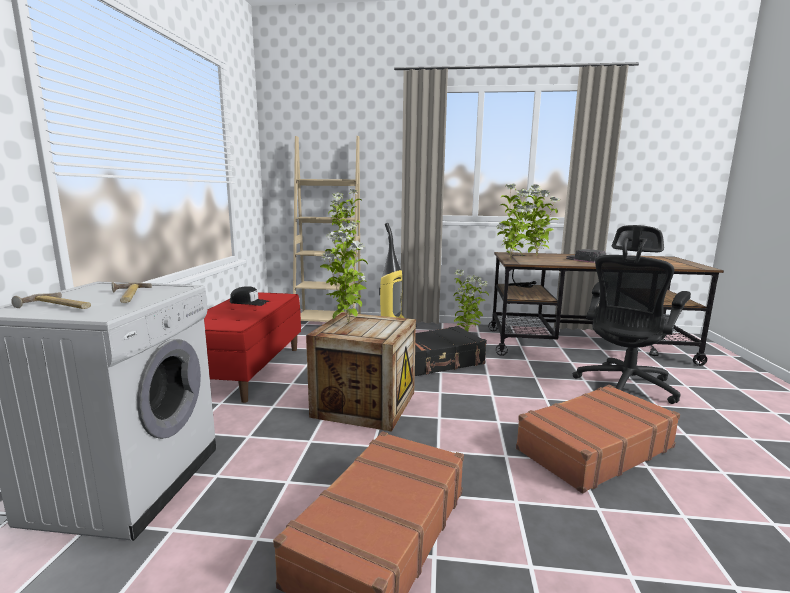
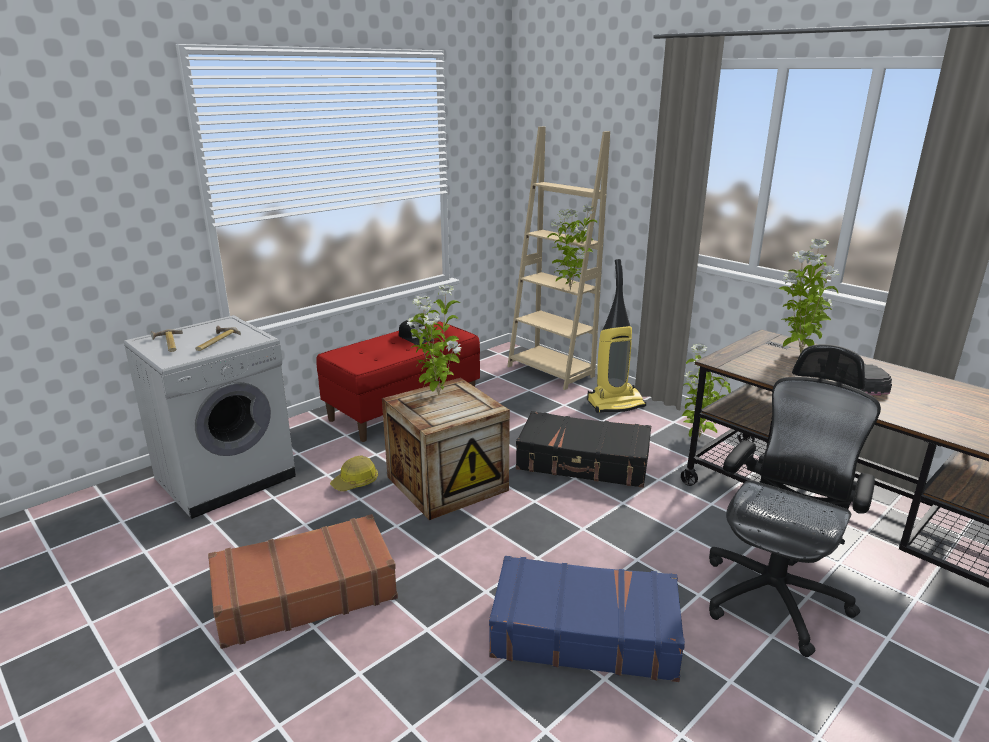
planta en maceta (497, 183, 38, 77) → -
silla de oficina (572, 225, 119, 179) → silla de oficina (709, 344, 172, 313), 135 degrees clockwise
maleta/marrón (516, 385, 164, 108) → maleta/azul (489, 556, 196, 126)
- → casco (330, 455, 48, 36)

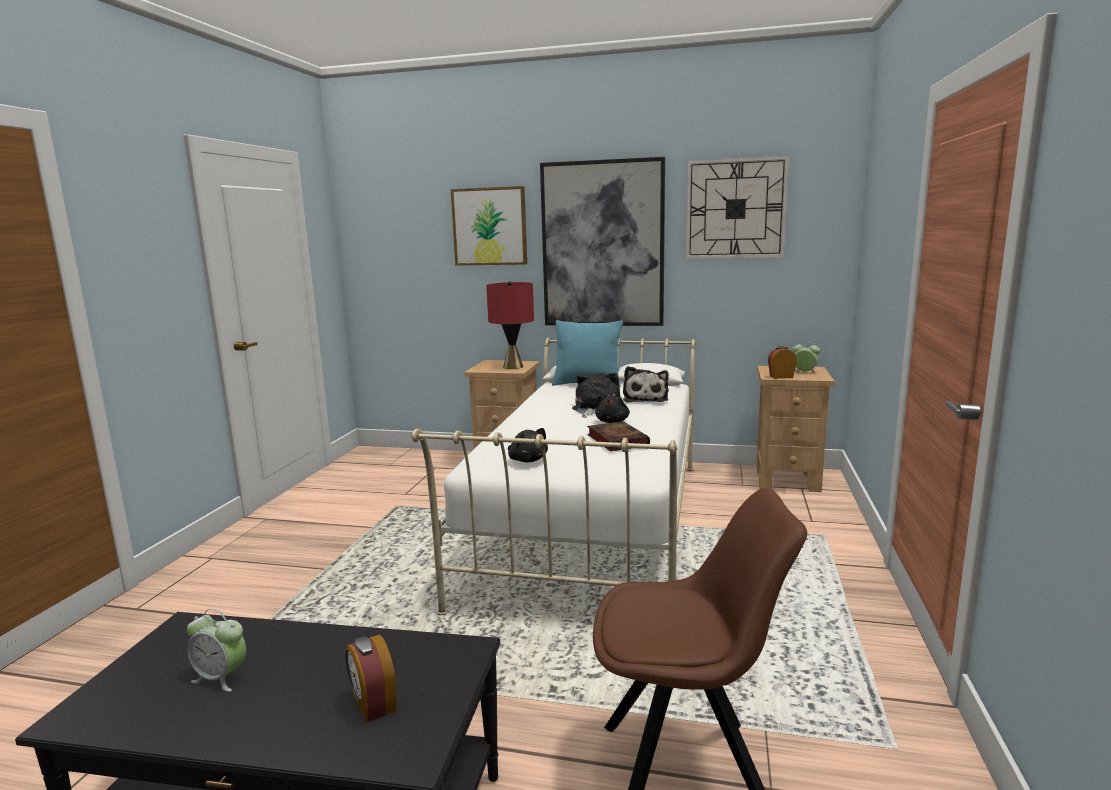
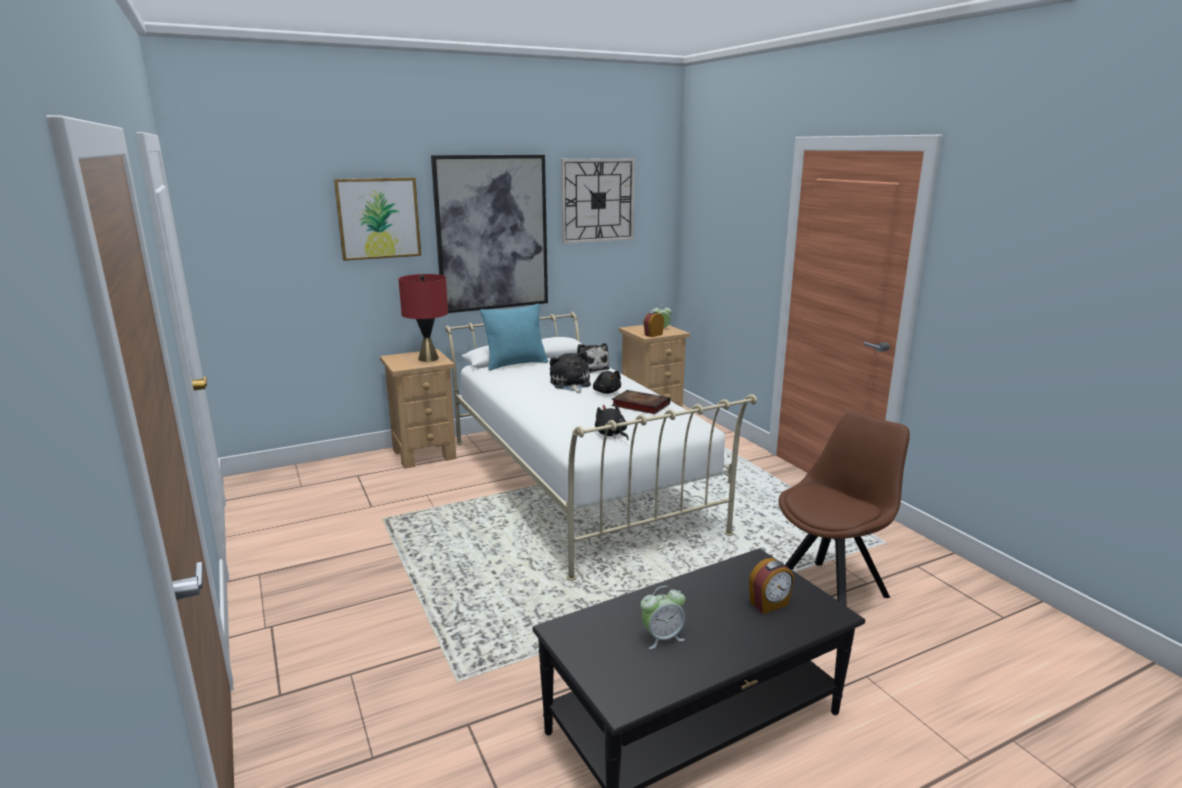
peluche/negro (508, 428, 40, 34) → peluche/negro (595, 403, 33, 37), 135 degrees counterclockwise
despertador (345, 634, 52, 89) → despertador (749, 558, 45, 56), 45 degrees counterclockwise

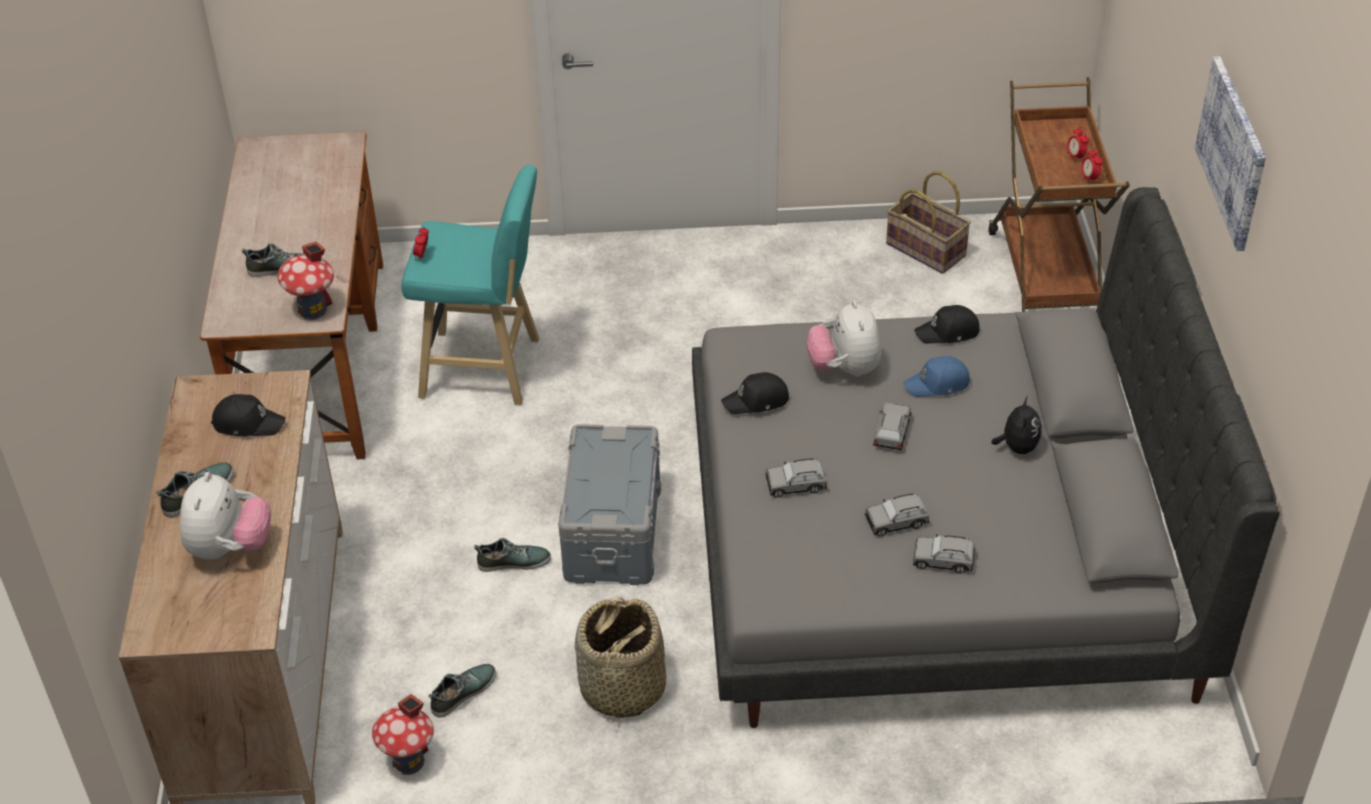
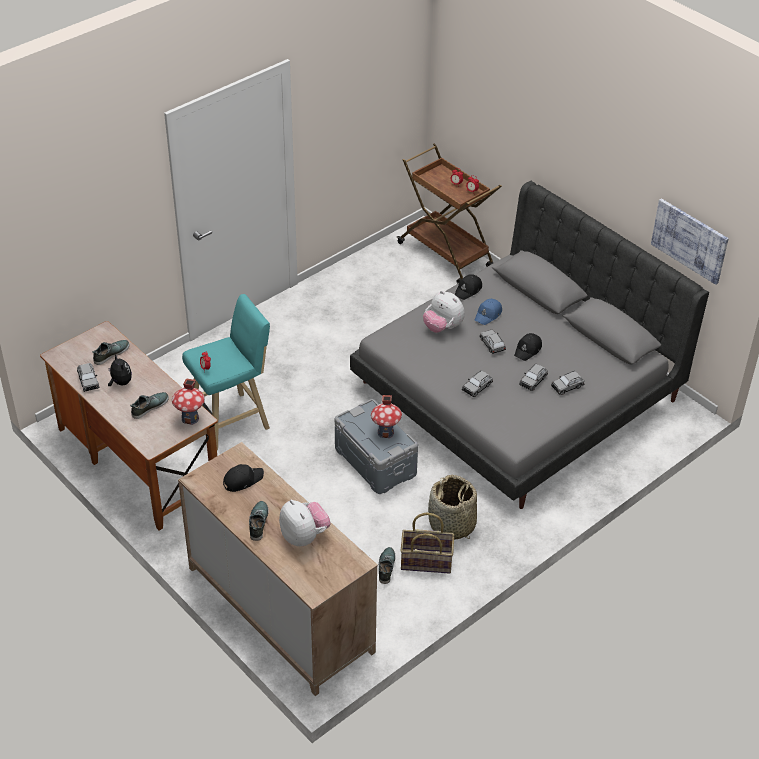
cuadro (1195, 57, 71, 194) → cuadro (651, 198, 78, 87), relocated
cesta (886, 171, 85, 103) → cesta (401, 513, 53, 61), relocated
gorra/negro (721, 372, 68, 42) → gorra/negro (514, 333, 28, 28), relocated
peluche (991, 396, 51, 58) → peluche (108, 354, 24, 32), relocated
zapato (474, 538, 77, 34) → zapato (92, 340, 38, 25), relocated
casita (372, 694, 62, 81) → casita (371, 395, 31, 43), relocated
- → coche de juguete/gris (77, 363, 22, 29)

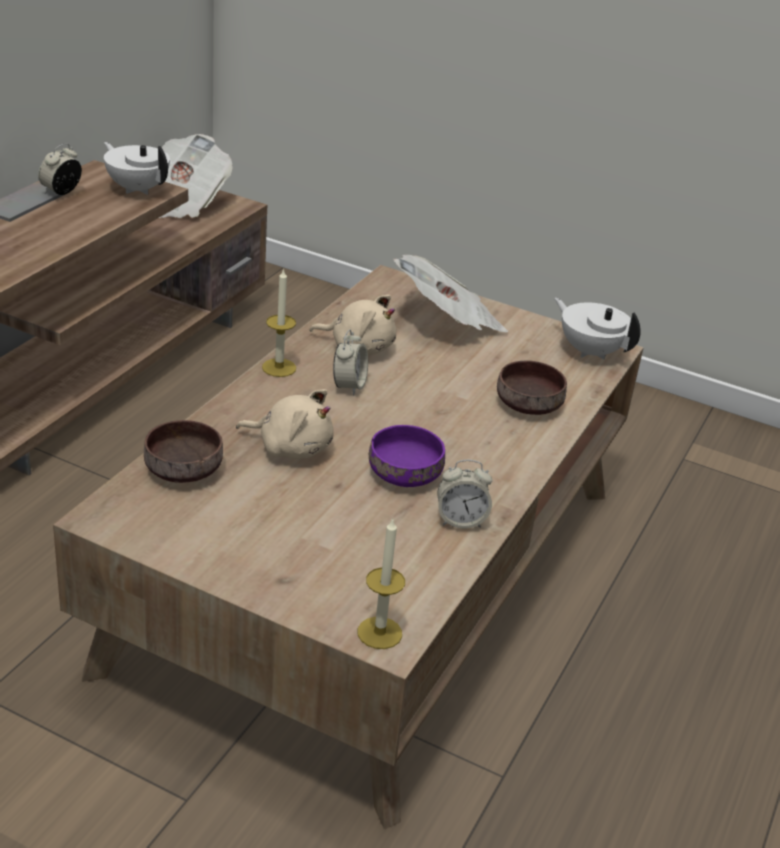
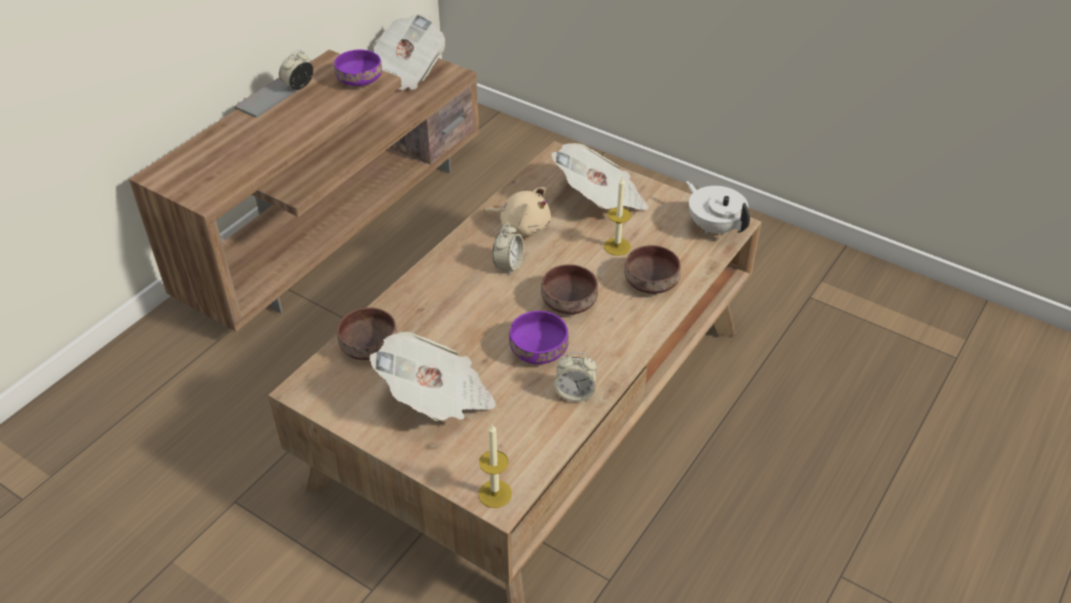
tetera/blanco (104, 142, 66, 53) → cuenco/morado (334, 49, 48, 37)
vela (262, 268, 34, 109) → vela (604, 177, 27, 79), relocated
peluche/beis (236, 389, 98, 70) → -
- → cuenco/marrón (541, 264, 57, 50)
- → periódico (370, 332, 127, 90)

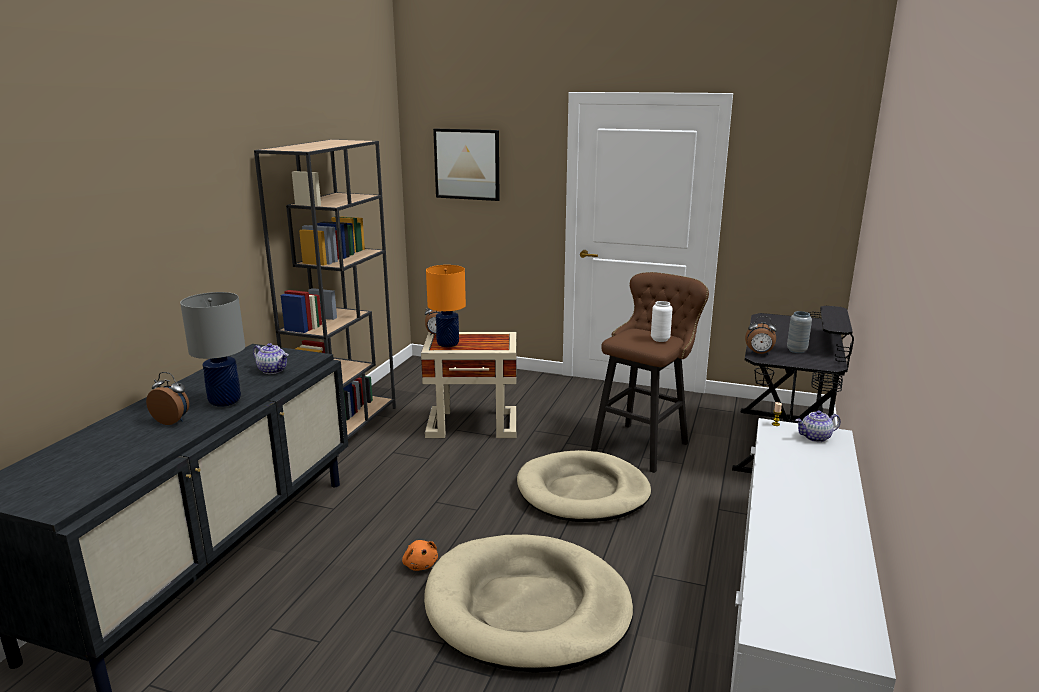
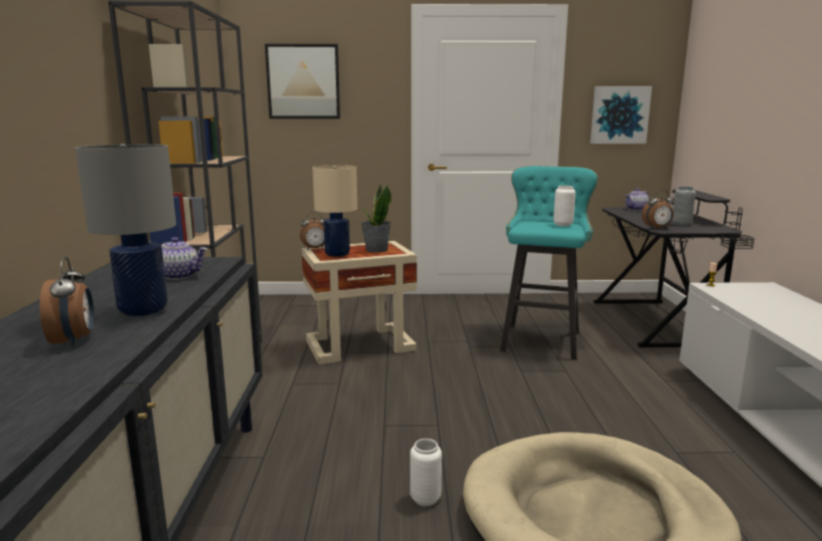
lámpara de mesa/naranja (426, 265, 40, 82) → lámpara de mesa/beis (312, 165, 45, 92)
taburete/marrón (591, 272, 118, 201) → taburete/turquesa (500, 166, 98, 194)
despertador (146, 372, 43, 53) → despertador (40, 257, 54, 90), 75 degrees clockwise
tetera (796, 410, 45, 32) → tetera (625, 188, 24, 22), relocated
cama para perro/beis (517, 450, 134, 72) → -
peluche/naranja (402, 540, 36, 31) → florero/blanco (410, 439, 32, 67)
- → cuadro (590, 86, 62, 58)
- → planta en maceta (361, 184, 31, 69)

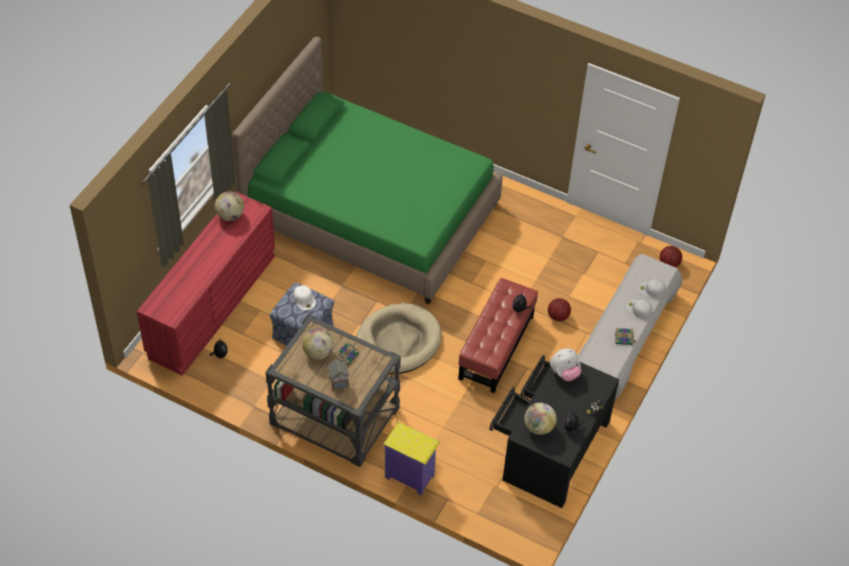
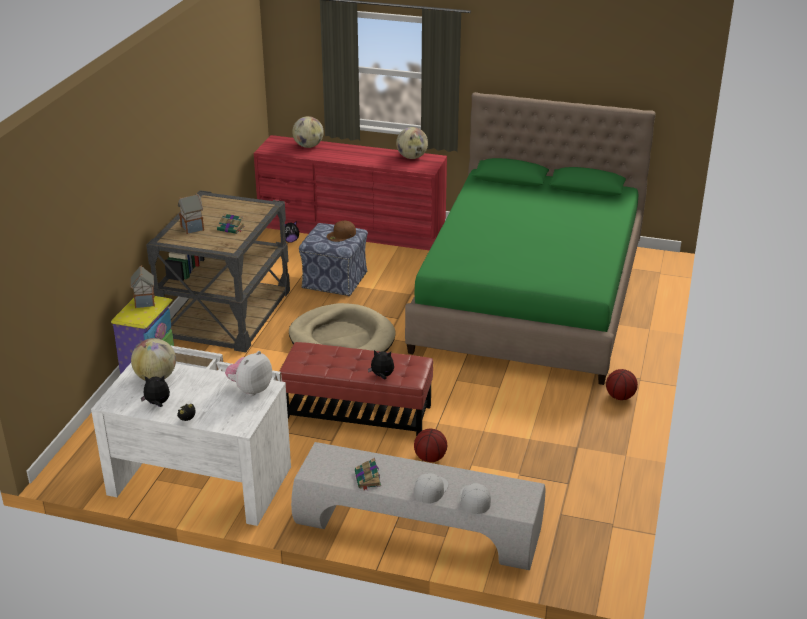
balón de baloncesto (660, 246, 22, 21) → balón de baloncesto (606, 369, 32, 31), relocated
gorra/blanco (293, 285, 23, 25) → gorra/marrón (327, 221, 29, 21)
globo terráqueo (302, 328, 32, 31) → globo terráqueo (292, 116, 32, 32), relocated
peluche (550, 348, 31, 33) → peluche (225, 351, 47, 45), 75 degrees clockwise
escritorio/negro (490, 355, 129, 153) → escritorio/blanco (91, 345, 200, 181)
- → casita (130, 265, 25, 43)

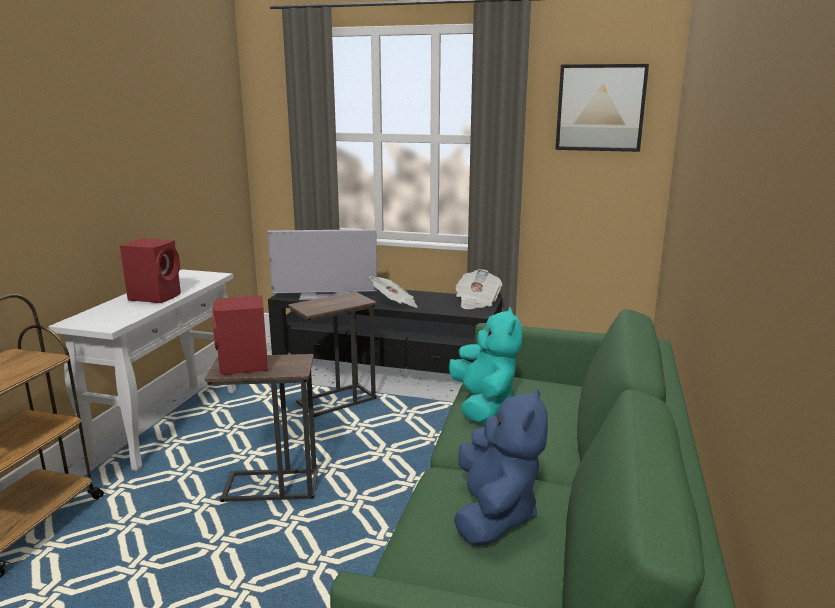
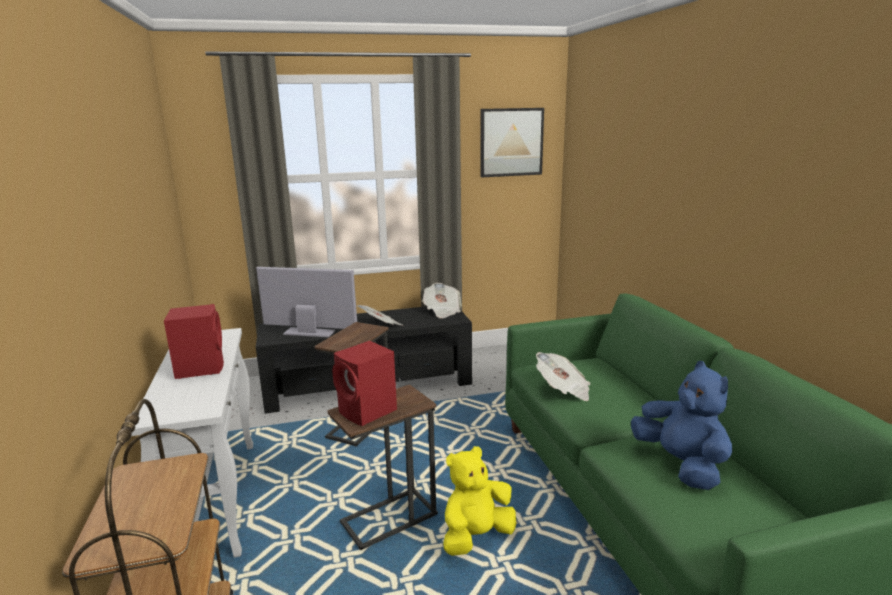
televisor (267, 229, 111, 71) → televisor (256, 267, 101, 70), 135 degrees counterclockwise
peluche/turquesa (449, 307, 74, 116) → periódico (536, 352, 54, 49)
- → peluche/amarillo (443, 446, 73, 110)

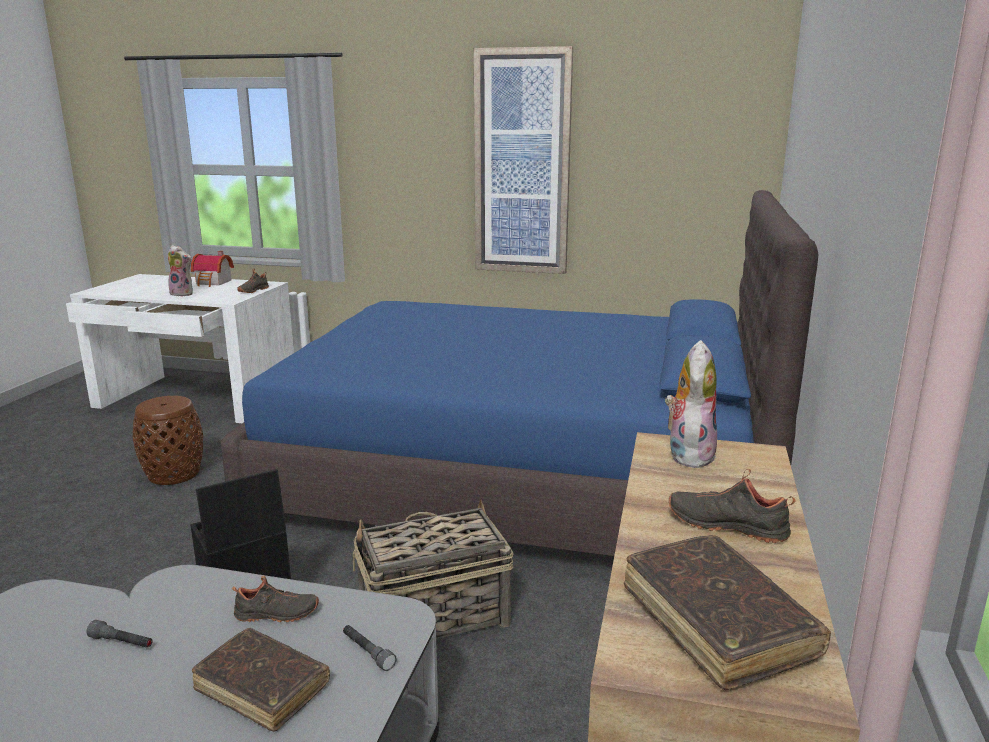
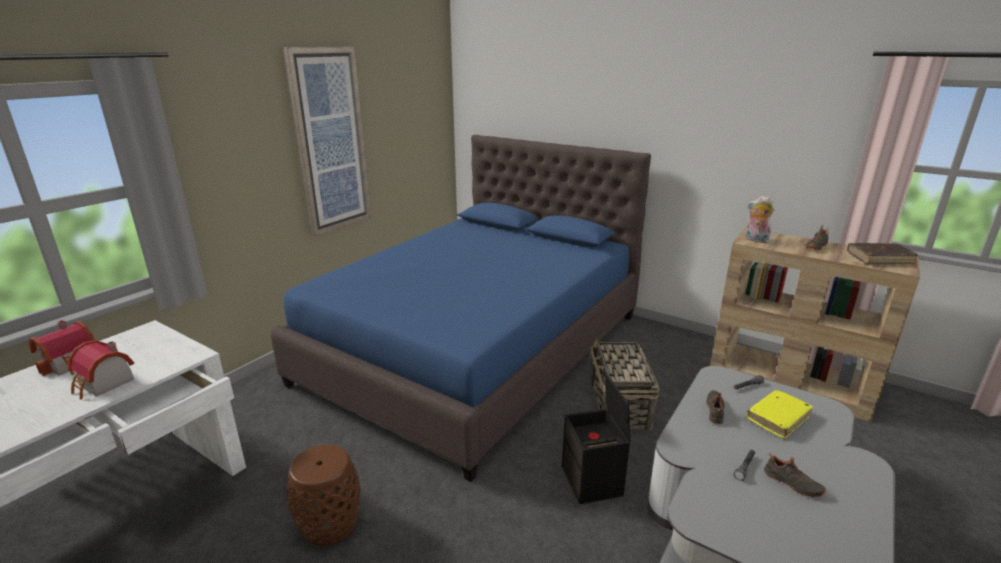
peluche (168, 245, 25, 51) → casita (68, 340, 66, 60)
zapato/negro (237, 269, 32, 24) → zapato/negro (764, 453, 62, 44), relocated
libro/marrón (192, 628, 138, 104) → libro/amarillo (747, 390, 66, 49)

